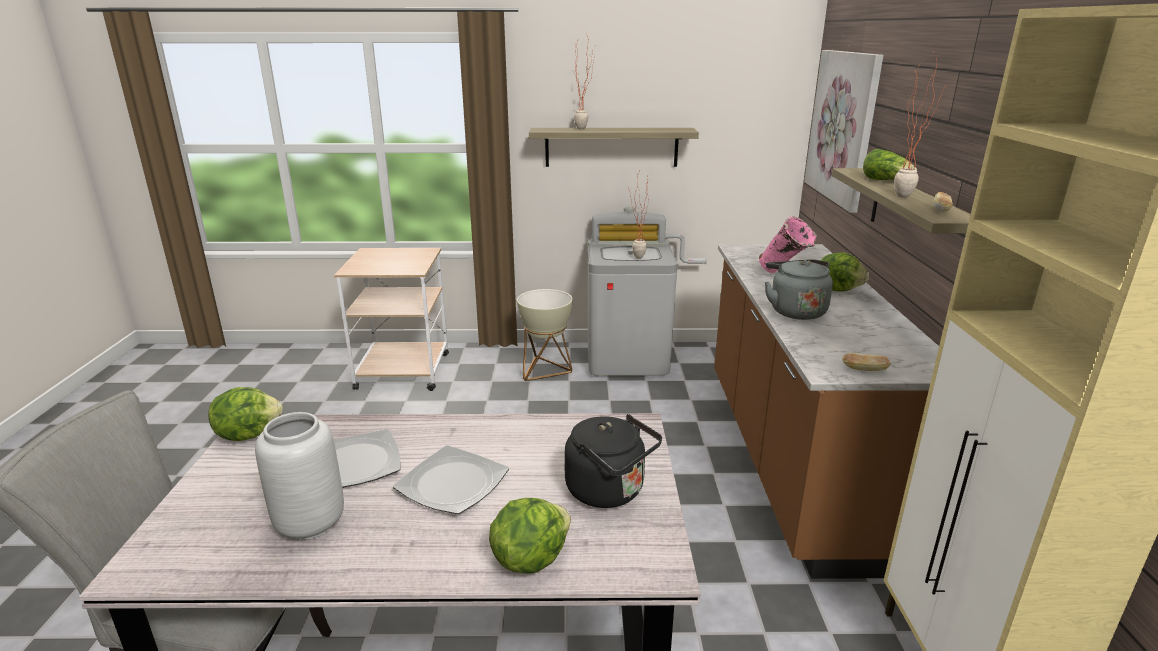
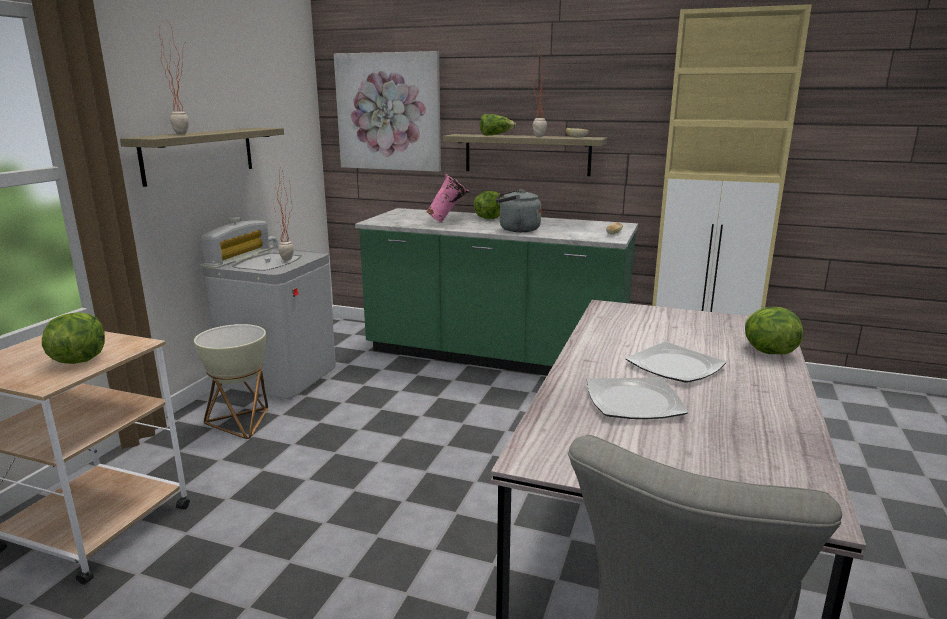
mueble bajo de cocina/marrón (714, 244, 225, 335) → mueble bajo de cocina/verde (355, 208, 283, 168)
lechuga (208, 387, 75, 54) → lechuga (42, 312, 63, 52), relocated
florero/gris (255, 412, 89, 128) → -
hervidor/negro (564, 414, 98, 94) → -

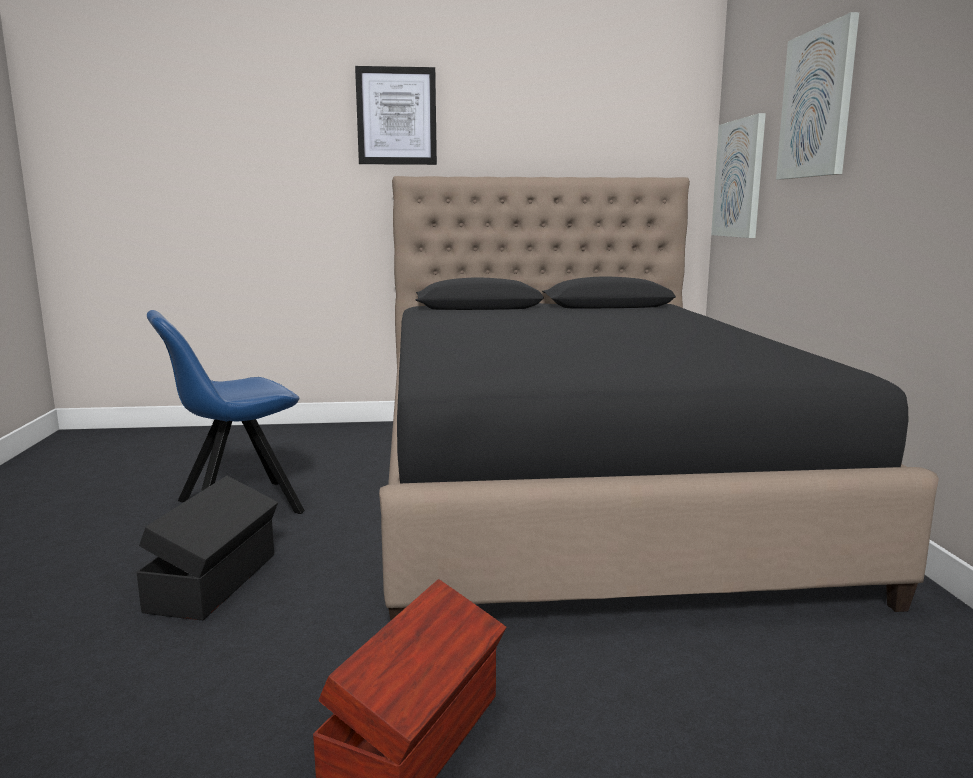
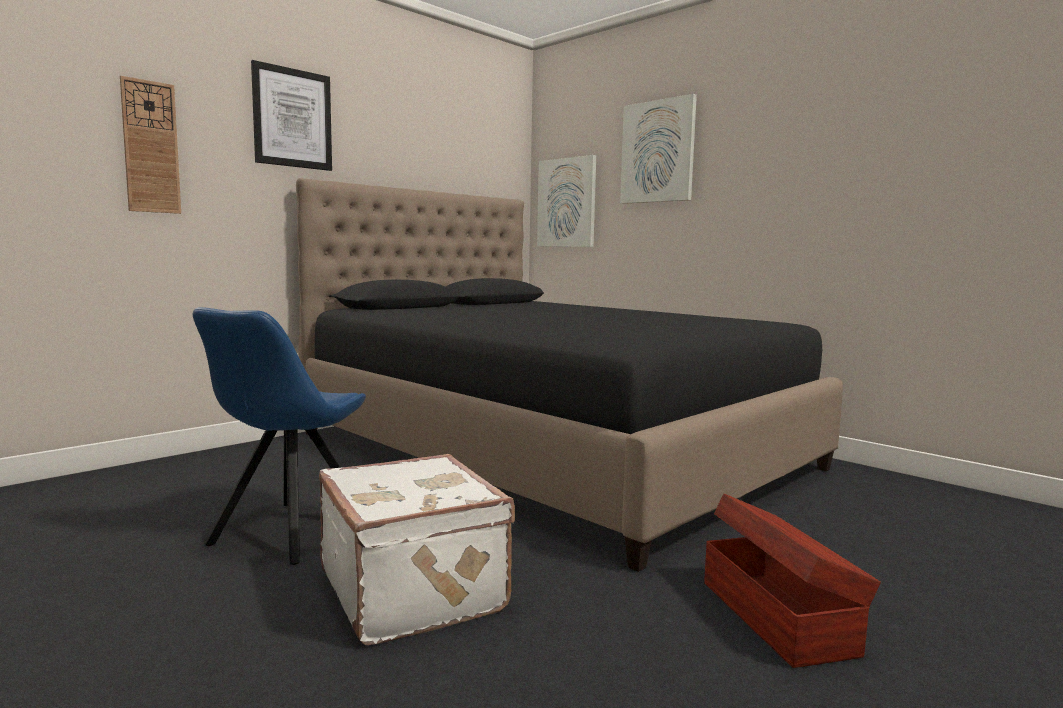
caja de almacenaje/negro (137, 476, 141, 144) → maleta/blanco (319, 454, 196, 191)
- → reloj de pared (120, 76, 61, 138)

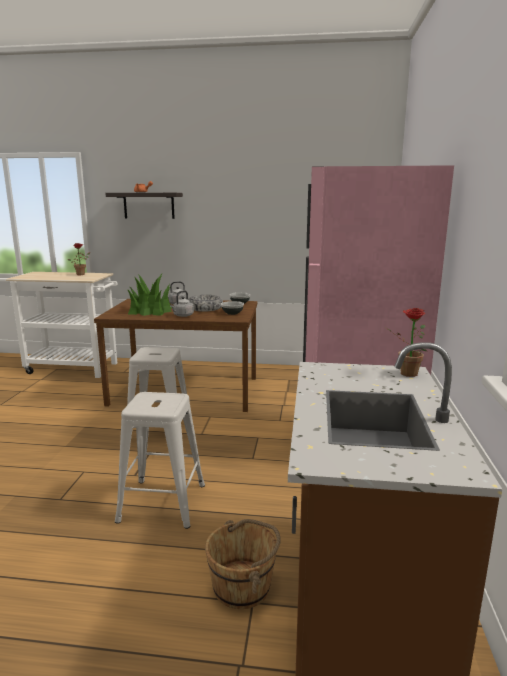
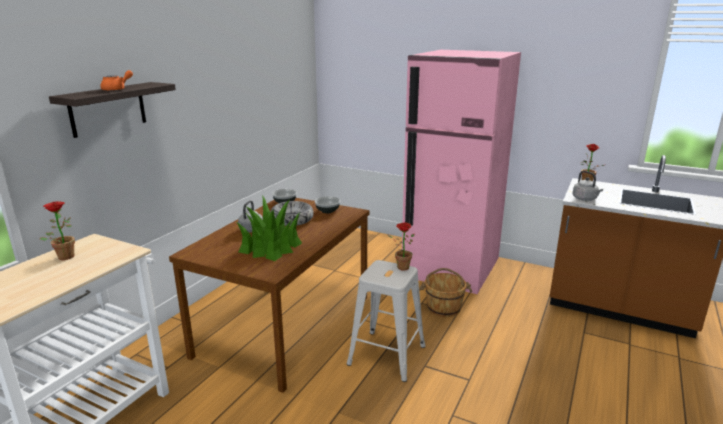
hervidor/gris (170, 290, 24, 27) → hervidor/gris (573, 171, 30, 30), relocated
taburete/blanco (115, 392, 90, 137) → -
cubo/marrón (205, 519, 76, 90) → cubo/marrón (419, 268, 53, 49), relocated
- → planta en maceta (387, 222, 28, 48)

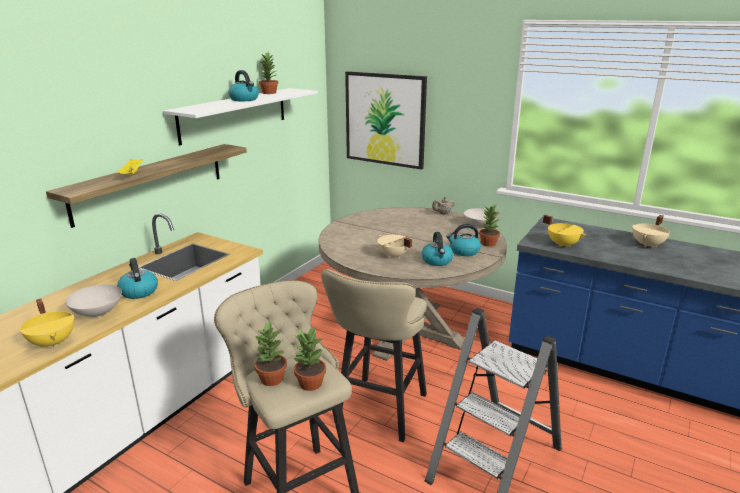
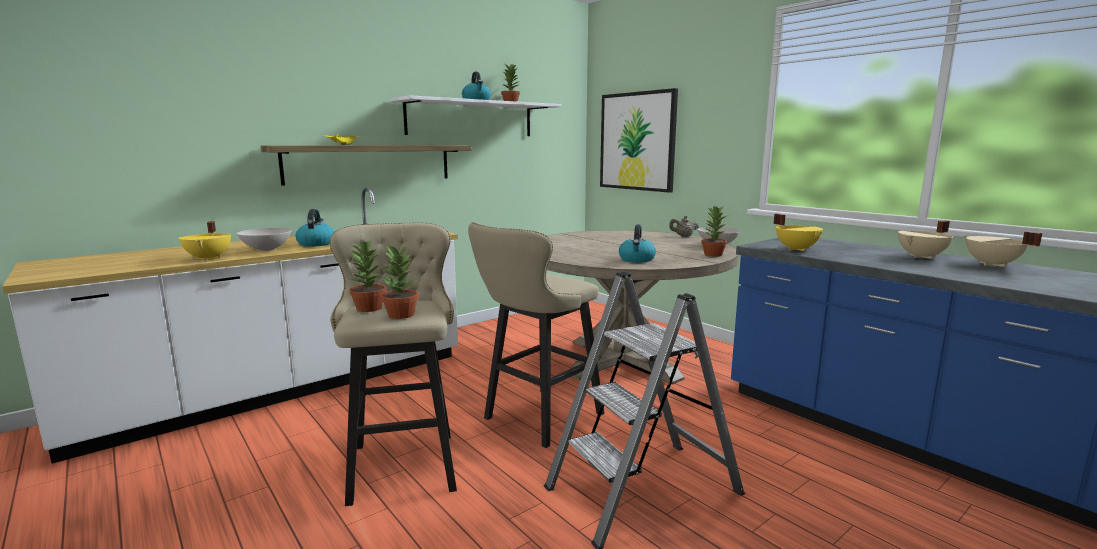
hervidor (446, 224, 35, 32) → -
olla/beis (377, 235, 35, 24) → olla/beis (963, 231, 80, 36), relocated

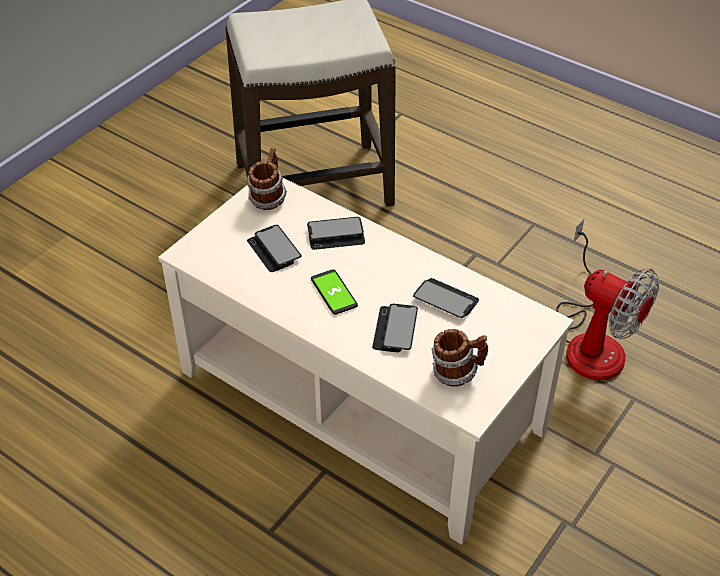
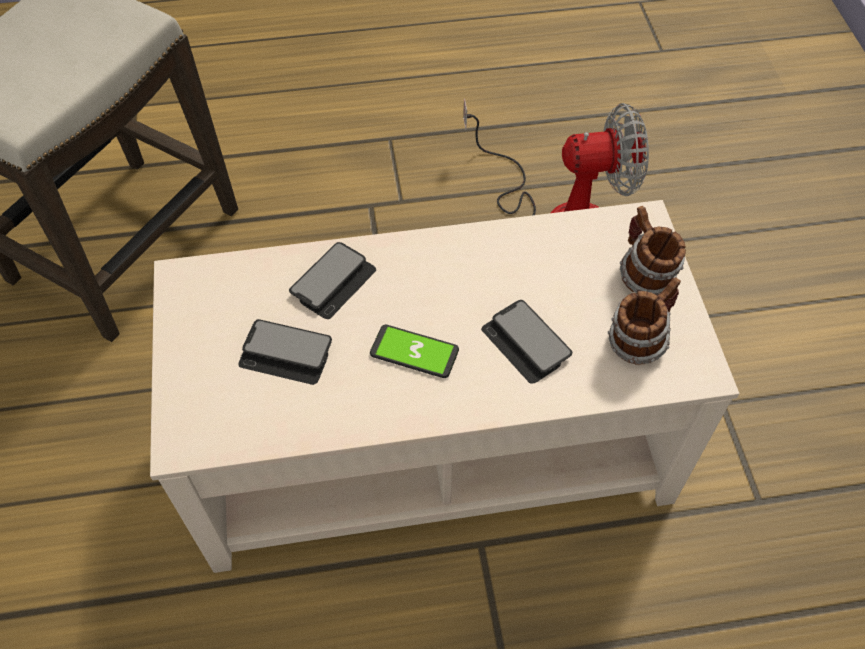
taza grande (247, 148, 40, 62) → taza grande (620, 206, 66, 90), relocated
móvil (413, 278, 66, 40) → -

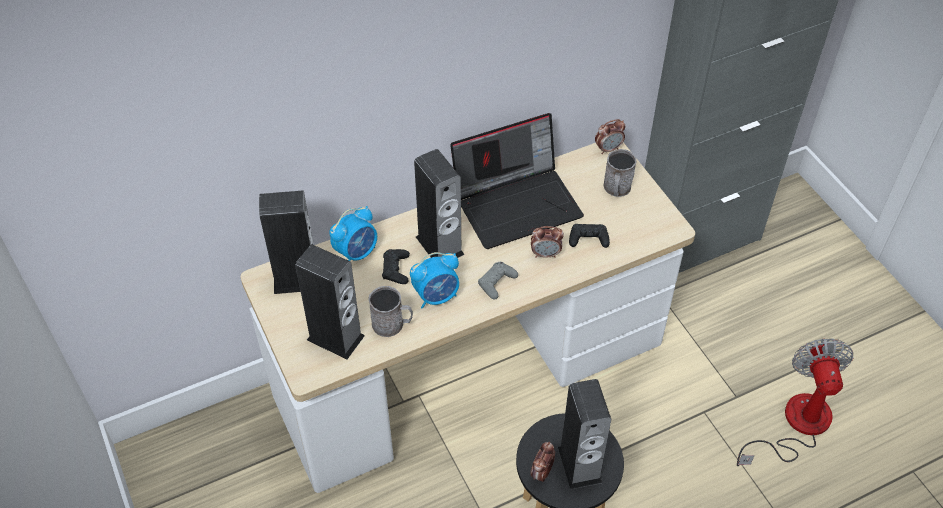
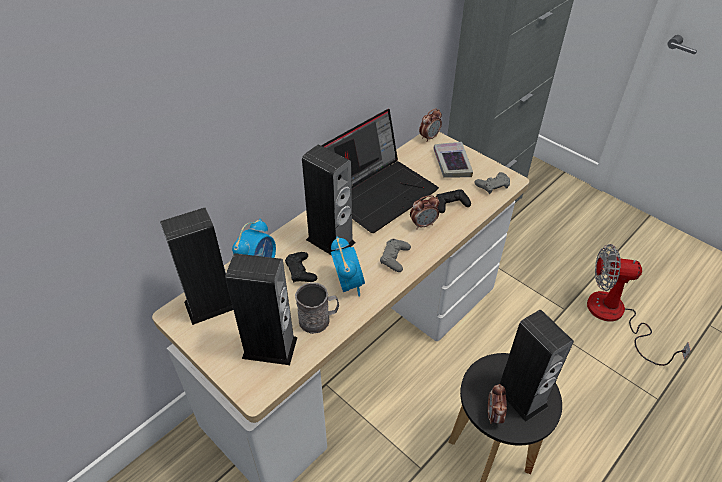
taza grande/gris (603, 149, 33, 48) → libro (433, 142, 40, 36)
despertador (410, 252, 49, 56) → despertador (331, 236, 34, 61), 60 degrees counterclockwise
ventilador (737, 339, 116, 127) → ventilador (587, 244, 104, 122), 60 degrees counterclockwise
- → mando de consola/gris (474, 172, 36, 22)

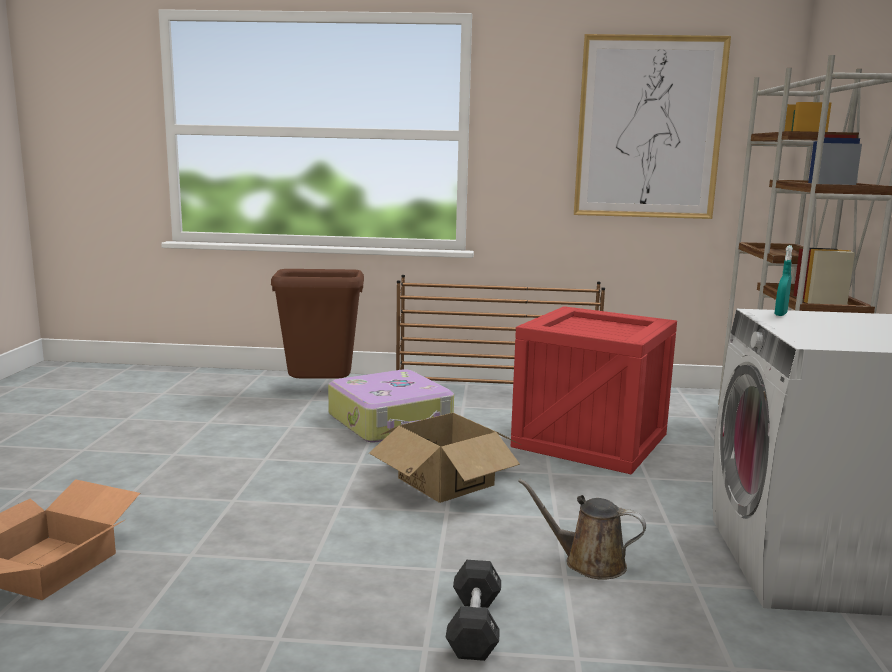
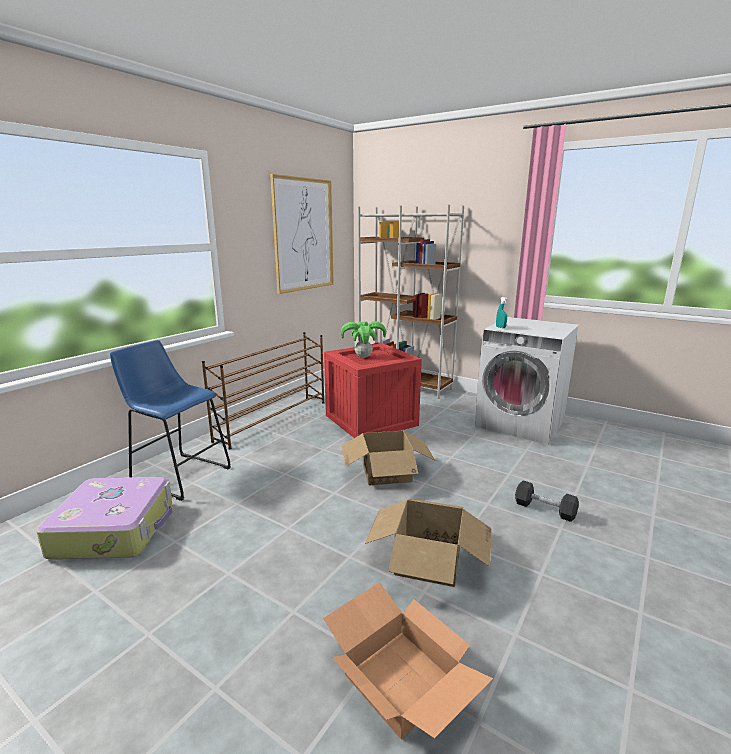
papelera/marrón (271, 269, 93, 110) → taburete/azul (110, 340, 121, 161)
maleta (328, 369, 126, 74) → maleta (36, 477, 136, 83), relocated
regadera/marrón (518, 479, 128, 101) → -
- → planta en maceta (341, 321, 45, 37)
- → caja de cartón (365, 499, 127, 88)

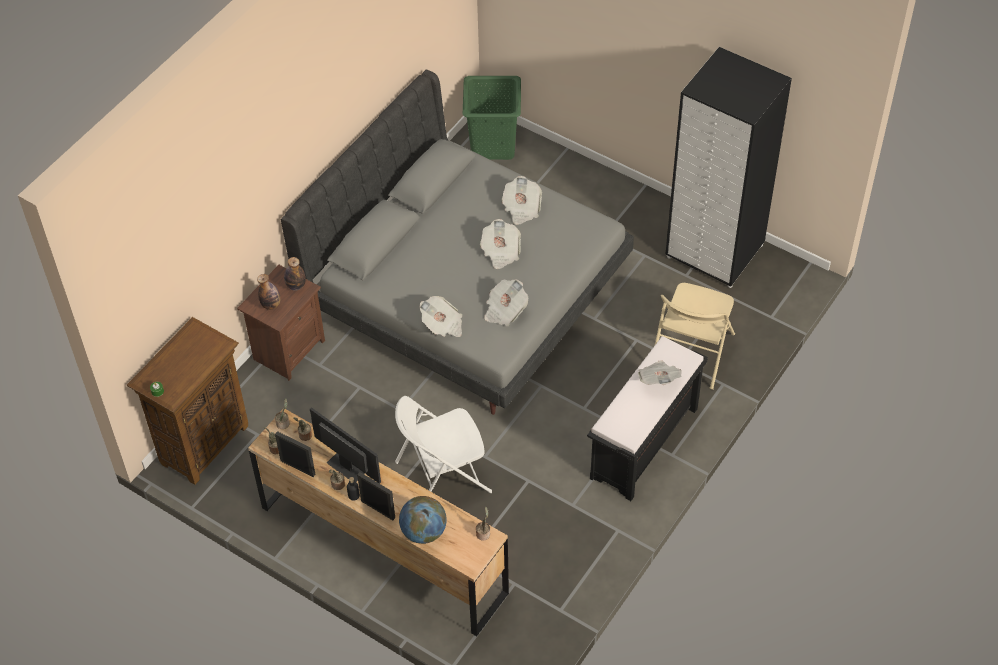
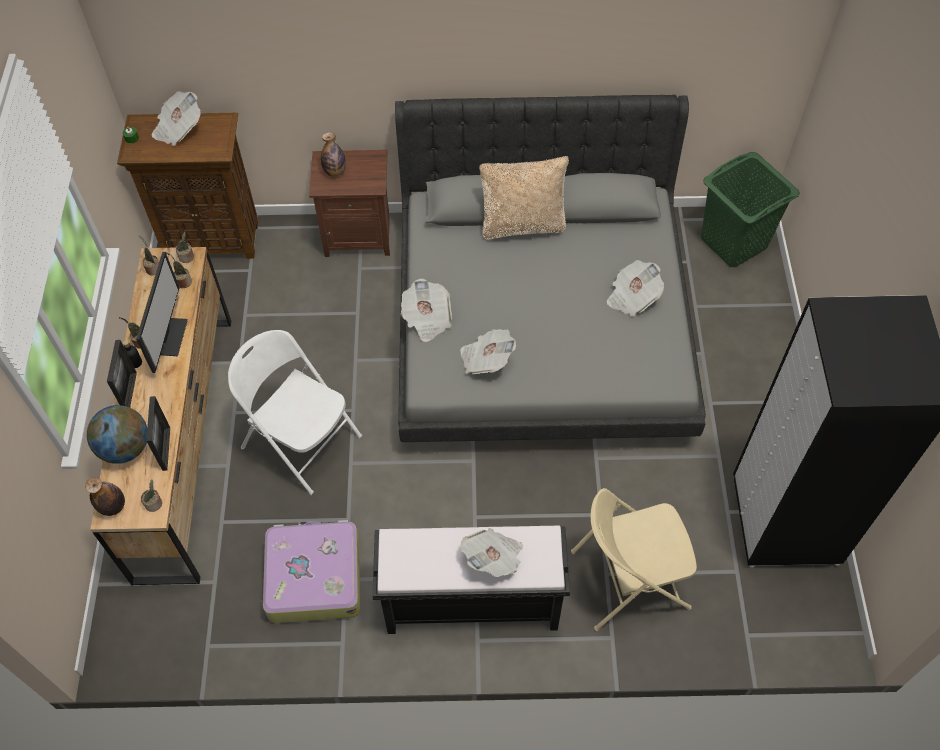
periódico (480, 219, 41, 50) → periódico (152, 91, 49, 55), relocated
botella (284, 257, 22, 34) → botella (85, 477, 40, 39), relocated
portarretratos (275, 431, 40, 46) → portarretratos (146, 396, 24, 75), relocated
- → cojín/beis (479, 156, 90, 84)
- → maleta (263, 520, 97, 103)

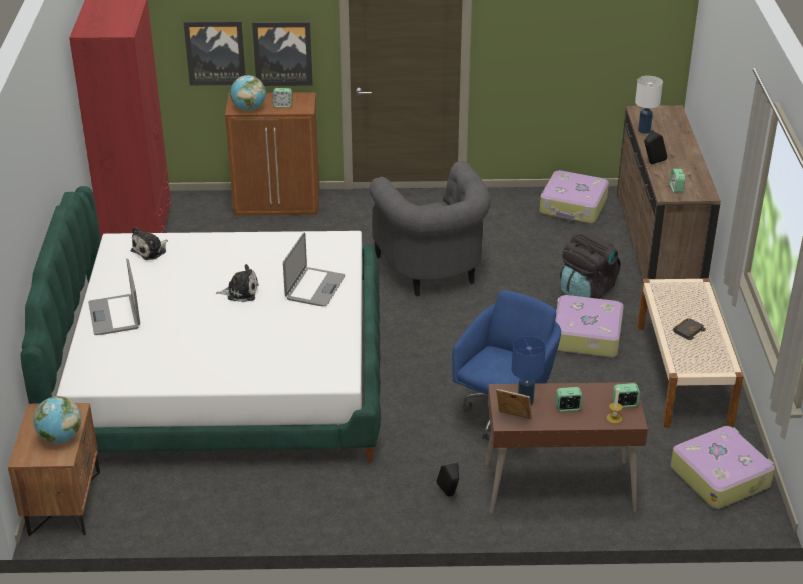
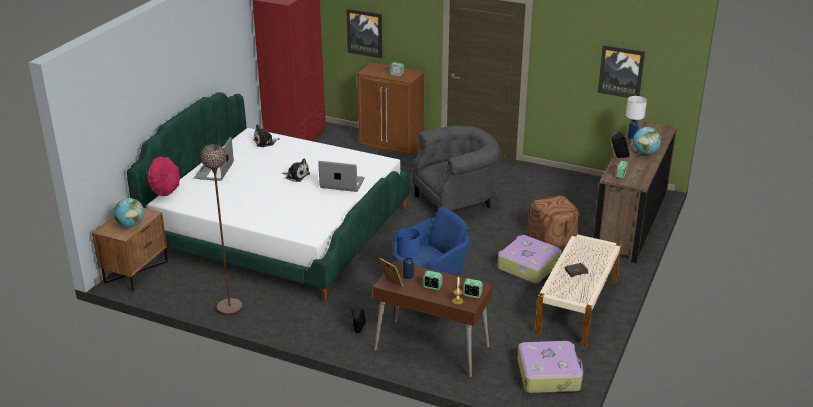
cuadro (252, 22, 61, 64) → cuadro (598, 45, 47, 53), relocated
globo terráqueo (230, 75, 36, 36) → globo terráqueo (633, 127, 28, 27), relocated
sillón/gris (370, 161, 121, 136) → sillón/gris (413, 126, 87, 85), 120 degrees counterclockwise
maleta (540, 170, 69, 53) → -
mochila/negro (560, 231, 60, 68) → puf/marrón (527, 196, 53, 52)
portátil (283, 233, 62, 73) → portátil (318, 161, 47, 31), 120 degrees counterclockwise
- → lámpara de pie/marrón (200, 144, 43, 172)
- → cojín/rosa (147, 157, 33, 39)

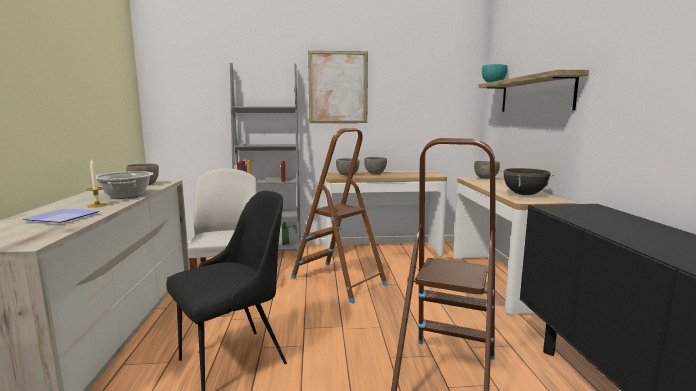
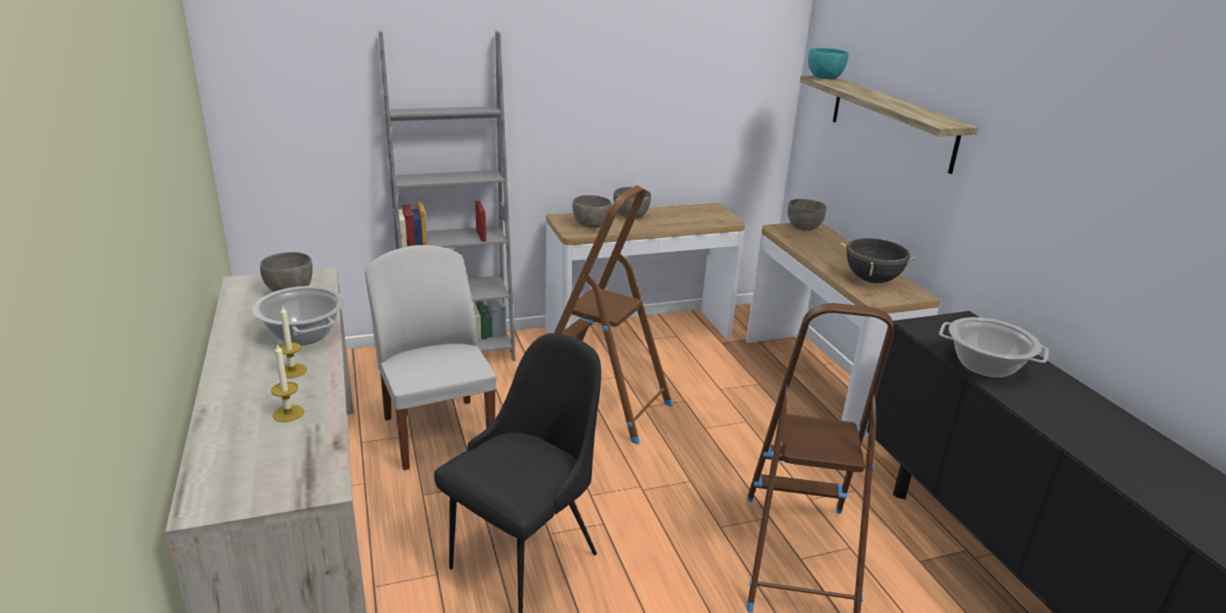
cuadro (308, 51, 60, 72) → -
plato (23, 208, 76, 15) → vela (271, 343, 33, 79)
- → olla (939, 317, 109, 61)

